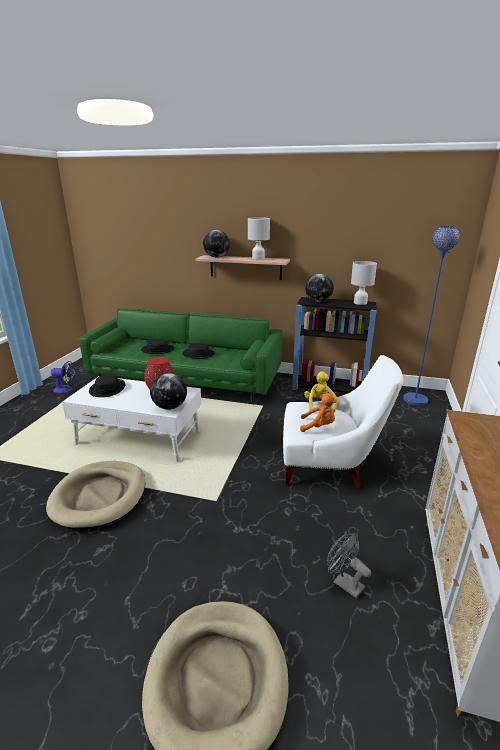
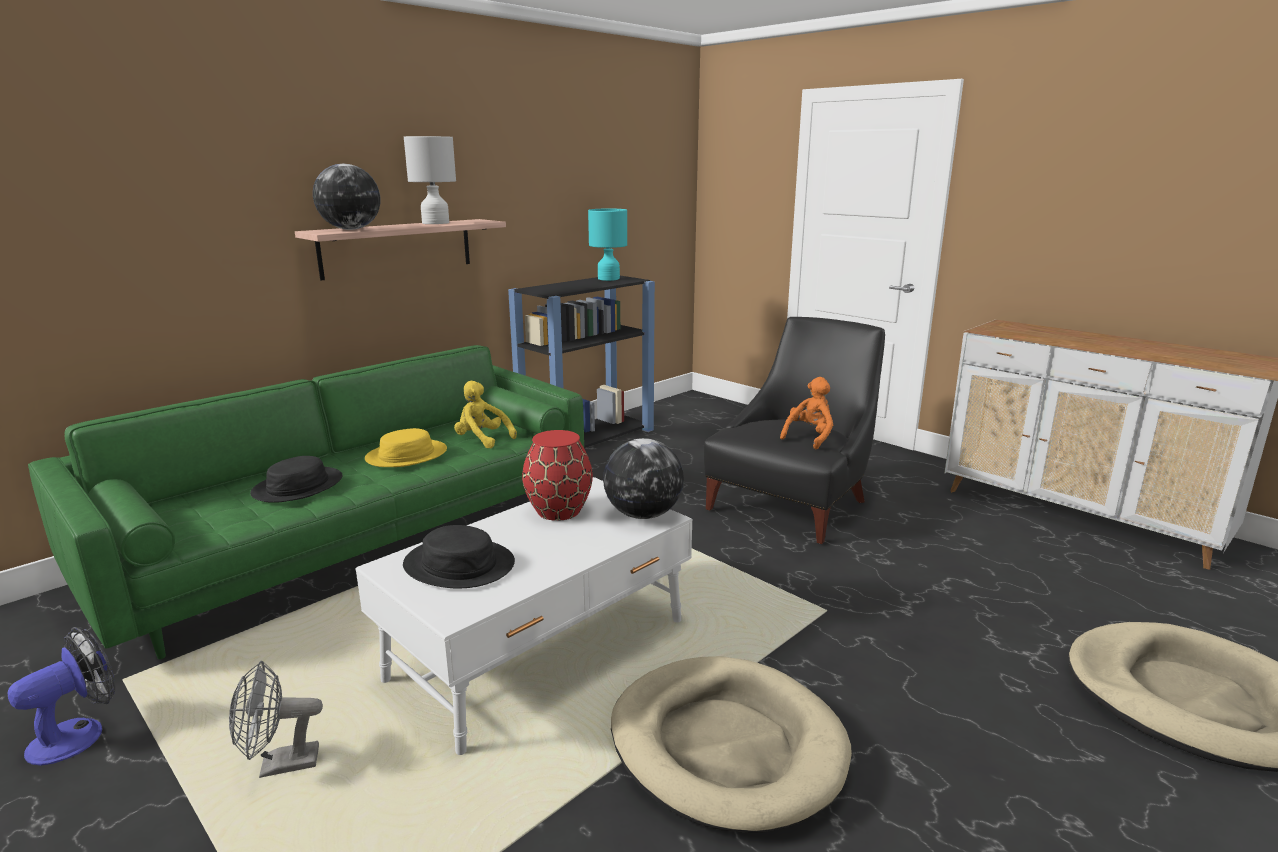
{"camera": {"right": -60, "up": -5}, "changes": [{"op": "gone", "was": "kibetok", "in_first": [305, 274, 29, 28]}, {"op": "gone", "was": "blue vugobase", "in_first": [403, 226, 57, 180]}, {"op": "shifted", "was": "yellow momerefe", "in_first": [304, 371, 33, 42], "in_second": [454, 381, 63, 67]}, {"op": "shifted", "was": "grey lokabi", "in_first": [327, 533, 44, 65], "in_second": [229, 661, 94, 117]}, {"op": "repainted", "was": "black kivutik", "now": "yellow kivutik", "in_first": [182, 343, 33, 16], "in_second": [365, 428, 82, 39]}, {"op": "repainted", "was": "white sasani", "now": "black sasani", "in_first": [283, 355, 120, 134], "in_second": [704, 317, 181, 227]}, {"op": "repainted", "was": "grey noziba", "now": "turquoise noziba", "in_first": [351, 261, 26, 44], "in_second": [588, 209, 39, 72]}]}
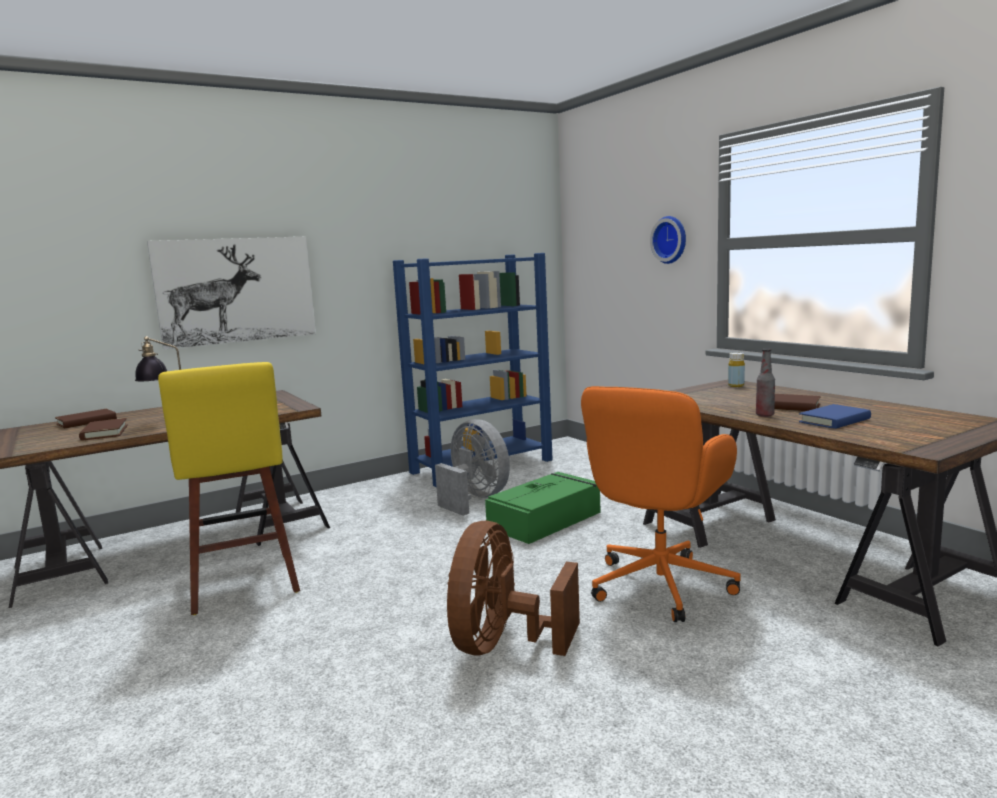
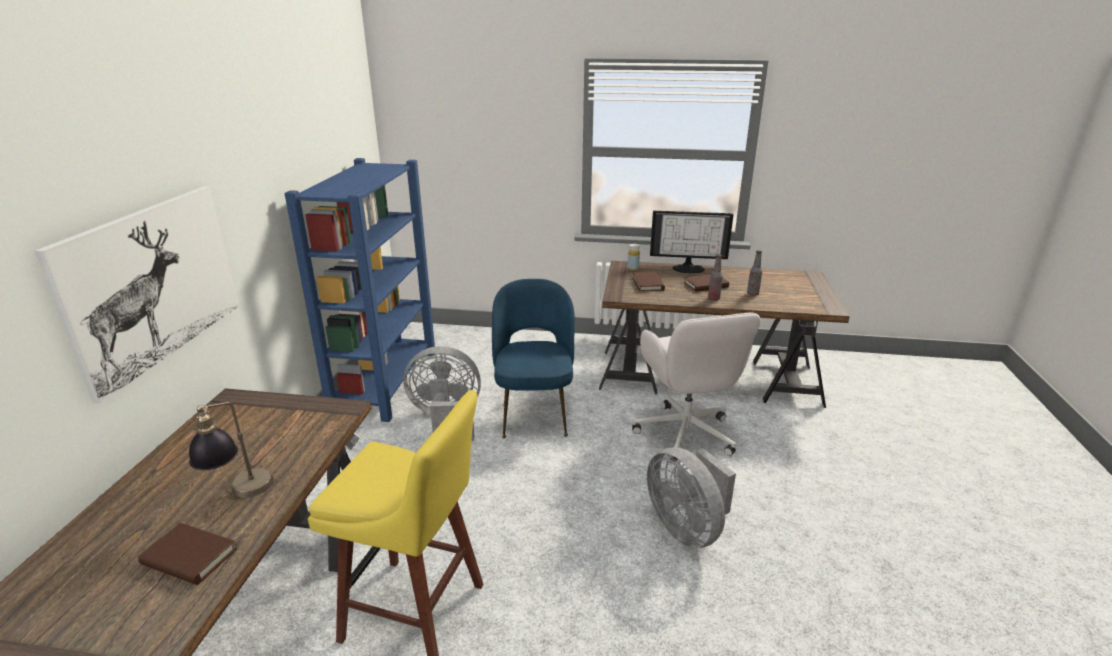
{"camera": {"right": -50, "up": 15}, "changes": [{"op": "gone", "was": "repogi", "in_first": [650, 216, 36, 48]}, {"op": "new", "now": "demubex", "in_second": [650, 211, 83, 63]}, {"op": "shifted", "was": "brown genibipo", "in_first": [55, 409, 62, 19], "in_second": [632, 272, 33, 20]}, {"op": "swapped", "was": "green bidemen", "now": "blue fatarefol", "in_first": [485, 472, 116, 72], "in_second": [492, 279, 83, 159]}, {"op": "swapped", "was": "blue genibipo", "now": "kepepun", "in_first": [799, 404, 72, 25], "in_second": [747, 250, 15, 46]}, {"op": "repainted", "was": "brown lokabi", "now": "grey lokabi", "in_first": [447, 521, 133, 135], "in_second": [647, 447, 89, 101]}, {"op": "repainted", "was": "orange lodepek", "now": "white lodepek", "in_first": [581, 386, 160, 236], "in_second": [632, 312, 129, 151]}]}
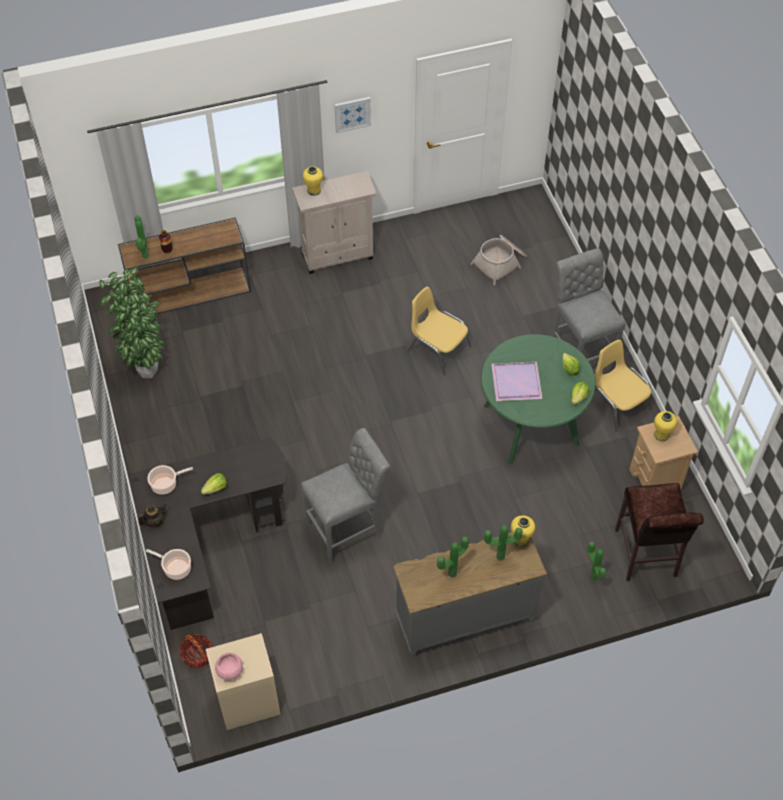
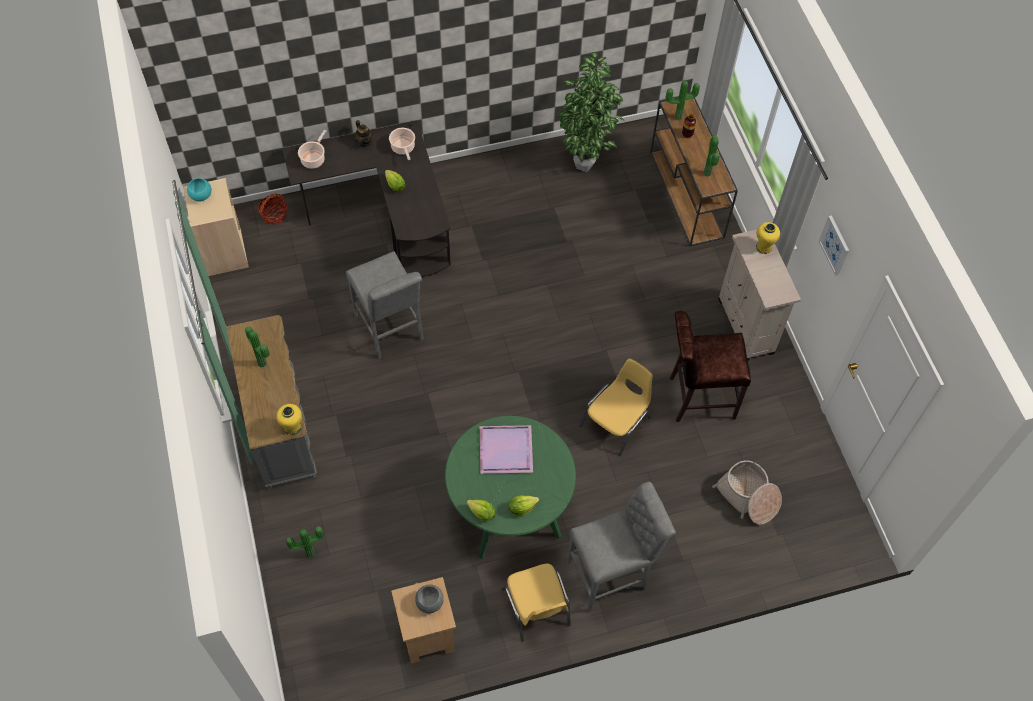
{"camera": {"right": 90, "up": 5}, "changes": [{"op": "shifted", "was": "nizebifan", "in_first": [484, 525, 39, 36], "in_second": [704, 135, 15, 42]}, {"op": "shifted", "was": "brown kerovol", "in_first": [615, 483, 89, 98], "in_second": [670, 311, 81, 111]}, {"op": "swapped", "was": "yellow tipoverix", "now": "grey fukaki", "in_first": [654, 411, 23, 30], "in_second": [415, 585, 29, 29]}, {"op": "repainted", "was": "pink fukaki", "now": "turquoise fukaki", "in_first": [215, 653, 28, 27], "in_second": [187, 178, 25, 24]}, {"op": "rotated", "was": "yellow fatarefol", "in_first": [595, 339, 57, 93], "in_second": [501, 564, 70, 78], "clockwise": 105}]}
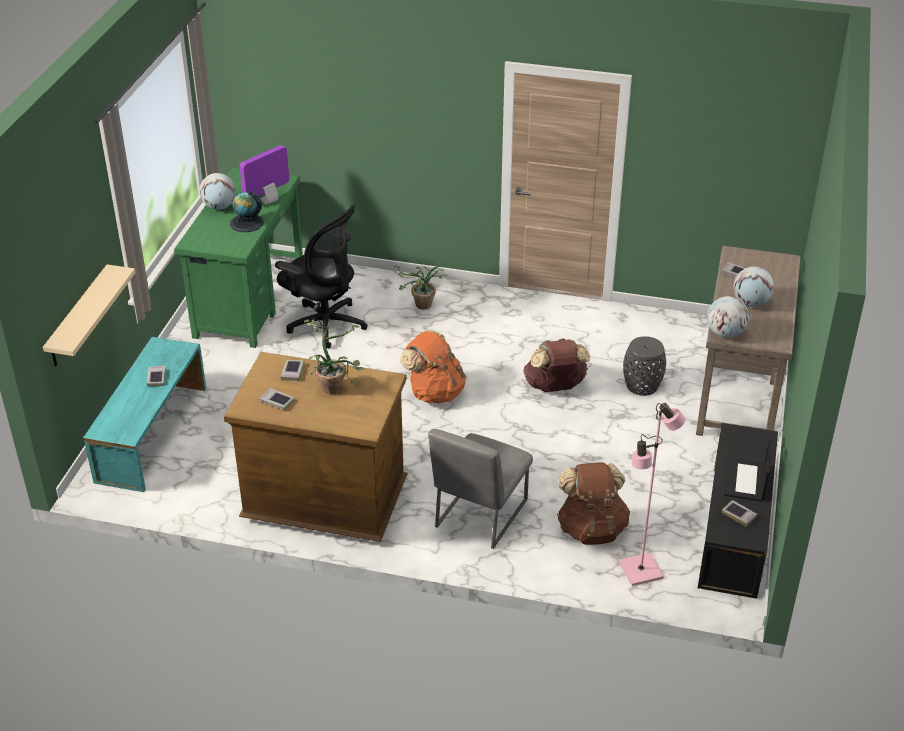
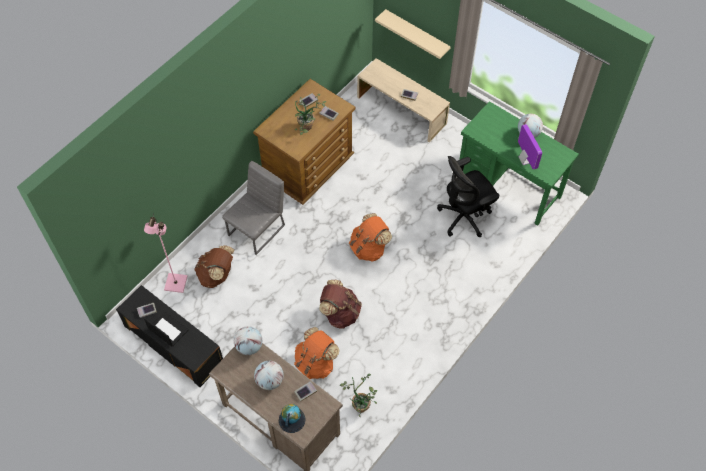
{"camera": {"right": 115, "up": 20}, "changes": [{"op": "shifted", "was": "kibetok", "in_first": [230, 191, 34, 41], "in_second": [279, 404, 27, 29]}, {"op": "shifted", "was": "nizebifan", "in_first": [394, 265, 53, 45], "in_second": [340, 374, 37, 43]}, {"op": "swapped", "was": "grey kerovol", "now": "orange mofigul", "in_first": [623, 336, 43, 60], "in_second": [294, 327, 46, 52]}, {"op": "repainted", "was": "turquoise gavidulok", "now": "beige gavidulok", "in_first": [83, 337, 123, 155], "in_second": [357, 58, 93, 84]}, {"op": "rotated", "was": "grey fatarefol", "in_first": [428, 429, 105, 120], "in_second": [222, 161, 63, 94], "clockwise": 75}]}
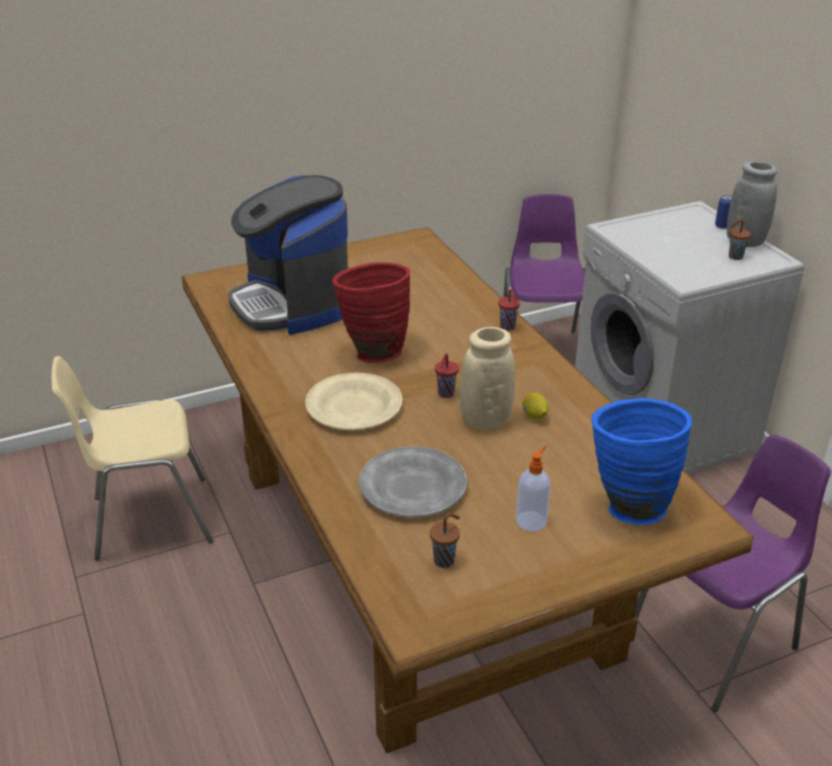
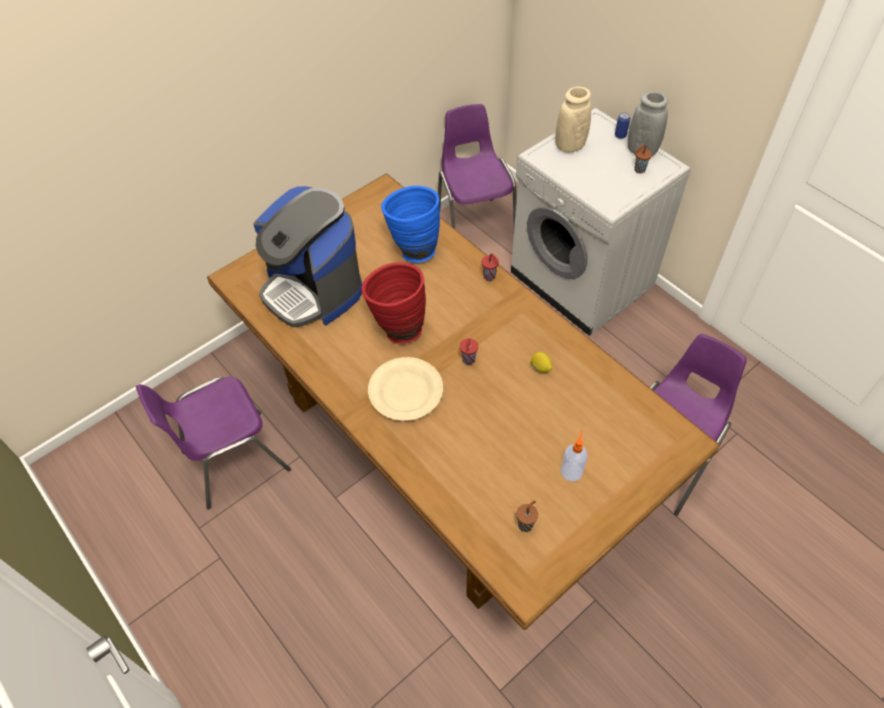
{"camera": {"right": -15, "up": 20}, "changes": [{"op": "gone", "was": "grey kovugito", "in_first": [359, 446, 108, 71]}, {"op": "shifted", "was": "beige tipoverix", "in_first": [459, 327, 56, 102], "in_second": [555, 87, 36, 65]}, {"op": "shifted", "was": "blue tipoverix", "in_first": [592, 398, 100, 127], "in_second": [381, 186, 59, 77]}, {"op": "repainted", "was": "beige fatarefol", "now": "purple fatarefol", "in_first": [52, 356, 161, 205], "in_second": [136, 377, 155, 132]}]}
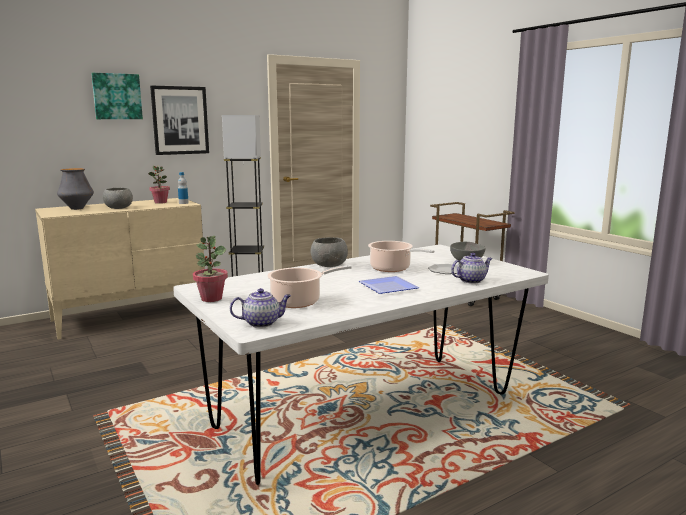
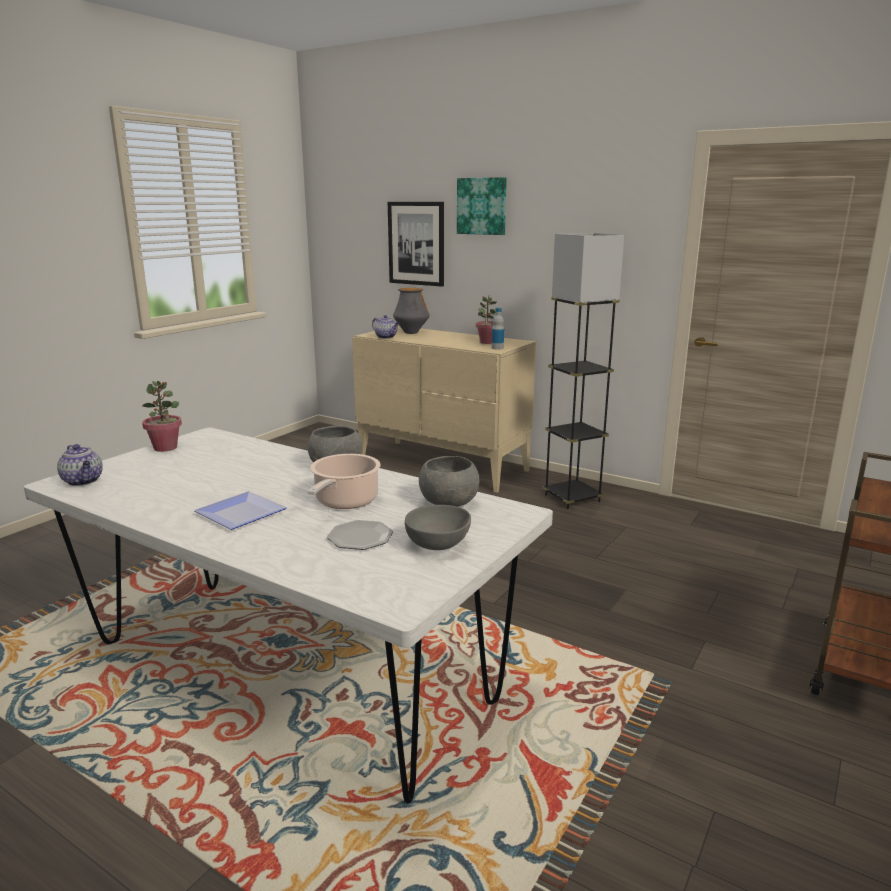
{"camera": {"right": 65, "up": 5}, "changes": [{"op": "gone", "was": "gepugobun", "in_first": [267, 265, 85, 43]}, {"op": "shifted", "was": "grey fukaki", "in_first": [103, 187, 30, 22], "in_second": [419, 456, 60, 51]}, {"op": "shifted", "was": "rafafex", "in_first": [150, 86, 59, 69], "in_second": [388, 202, 56, 85]}, {"op": "shifted", "was": "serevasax", "in_first": [451, 253, 41, 31], "in_second": [372, 315, 27, 24]}]}
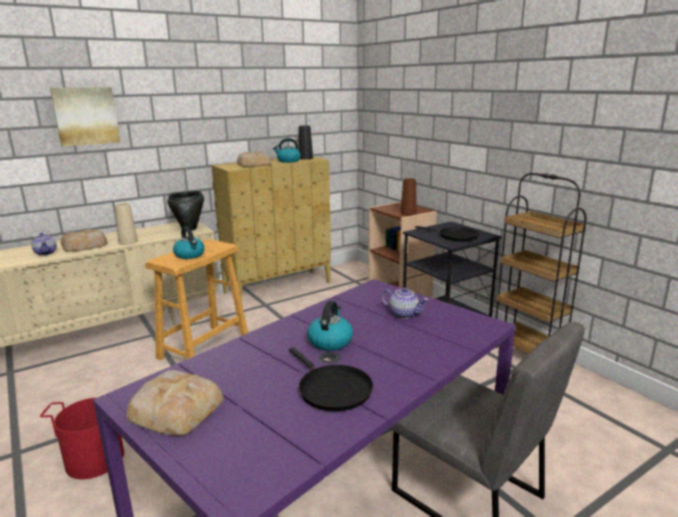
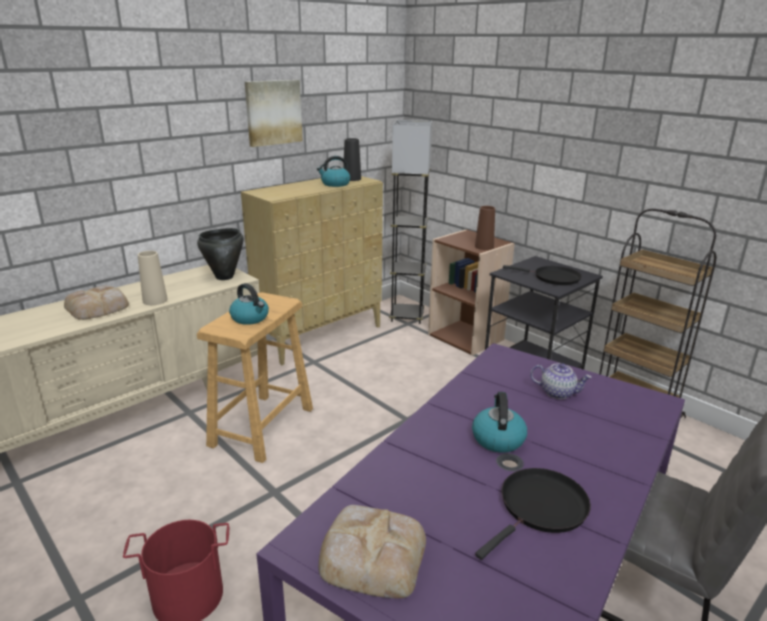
{"camera": {"right": -10, "up": 5}, "changes": [{"op": "gone", "was": "serevasax", "in_first": [31, 233, 26, 22]}, {"op": "gone", "was": "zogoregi", "in_first": [237, 151, 35, 16]}, {"op": "new", "now": "grey vugobase", "in_second": [389, 120, 43, 204]}, {"op": "shifted", "was": "rafafex", "in_first": [50, 87, 70, 59], "in_second": [245, 80, 57, 67]}, {"op": "rotated", "was": "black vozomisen", "in_first": [289, 347, 84, 64], "in_second": [475, 468, 116, 92], "clockwise": -90}]}
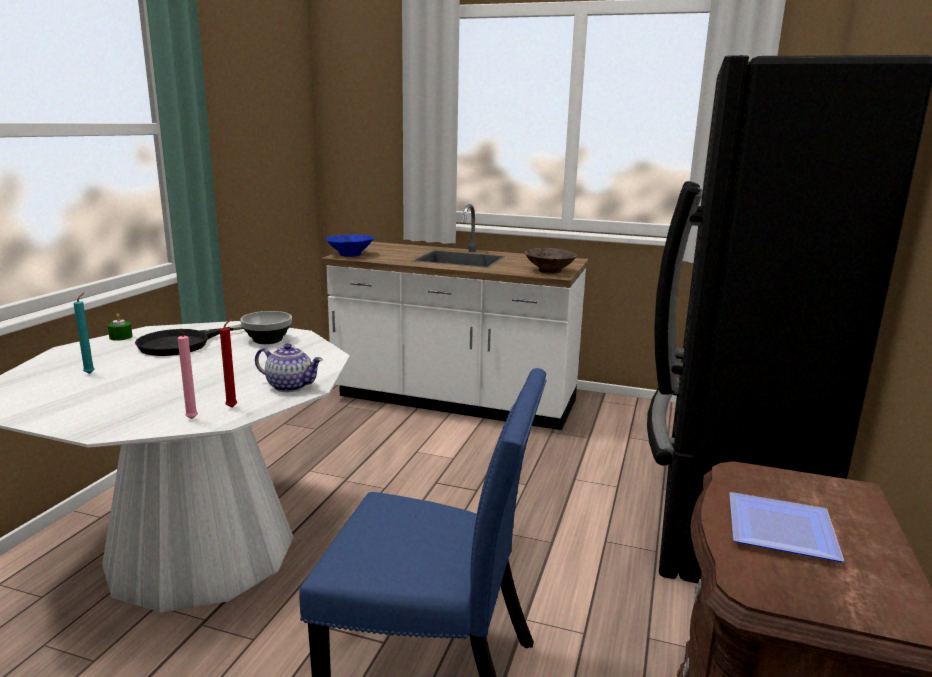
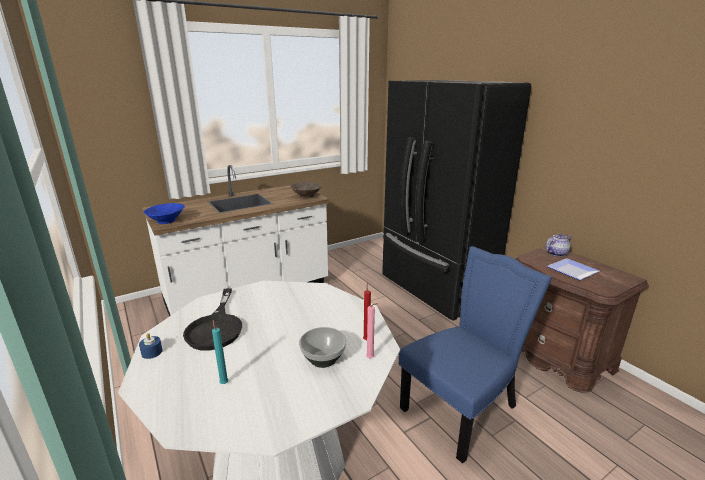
{"camera": {"right": -50, "up": 5}, "changes": [{"op": "shifted", "was": "fukaki", "in_first": [240, 311, 52, 33], "in_second": [299, 327, 47, 41]}, {"op": "shifted", "was": "serevasax", "in_first": [255, 343, 68, 49], "in_second": [546, 233, 25, 24]}, {"op": "repainted", "was": "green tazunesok", "now": "blue tazunesok", "in_first": [107, 313, 26, 28], "in_second": [139, 333, 24, 26]}]}
